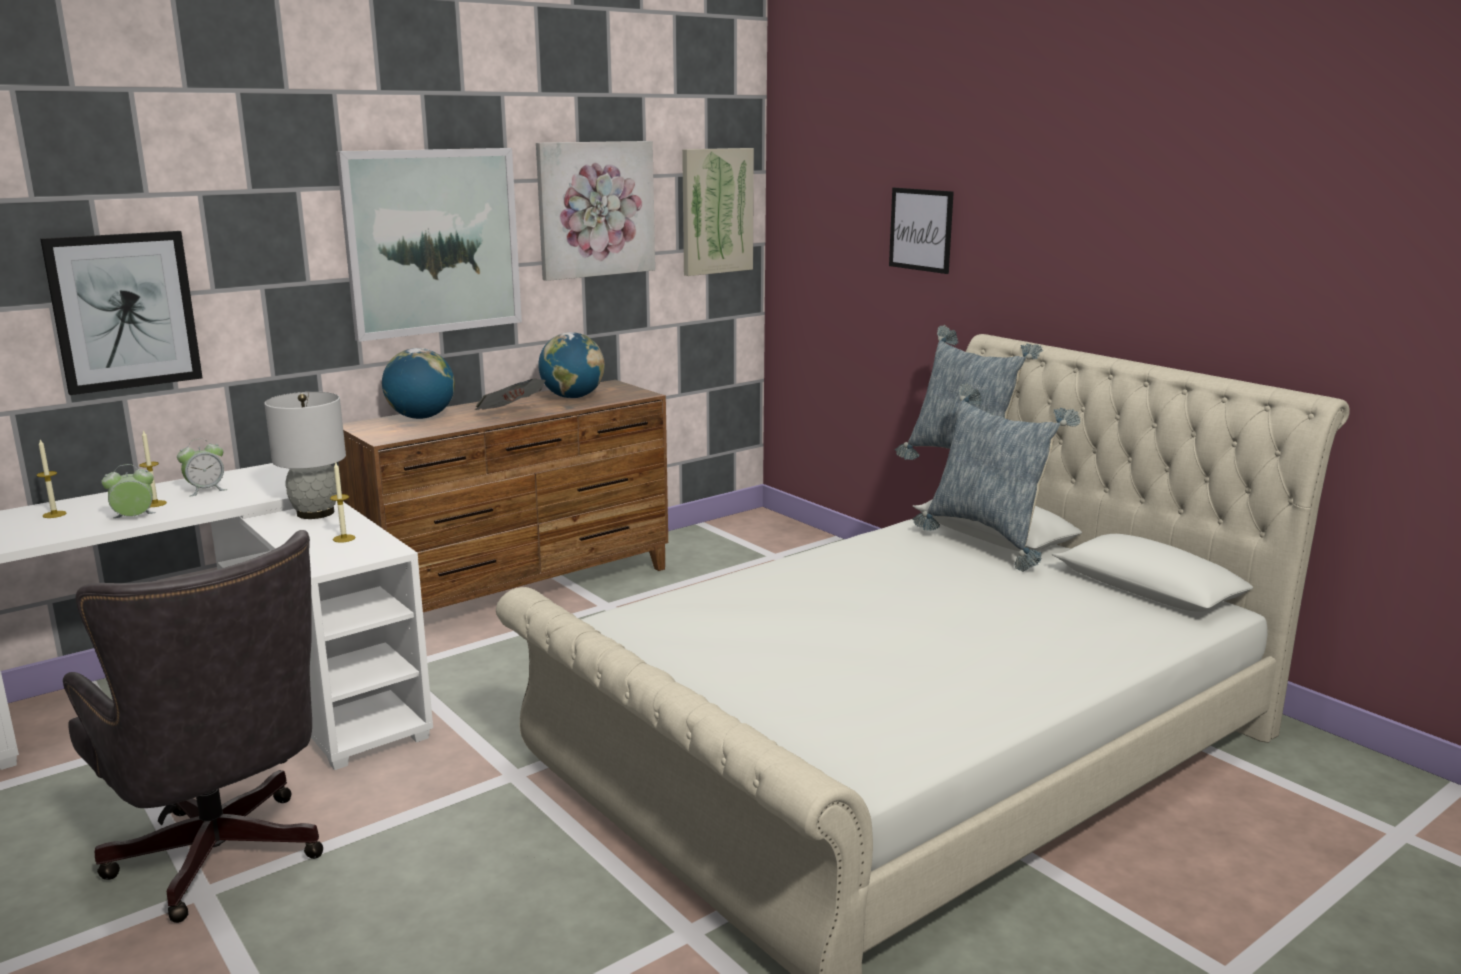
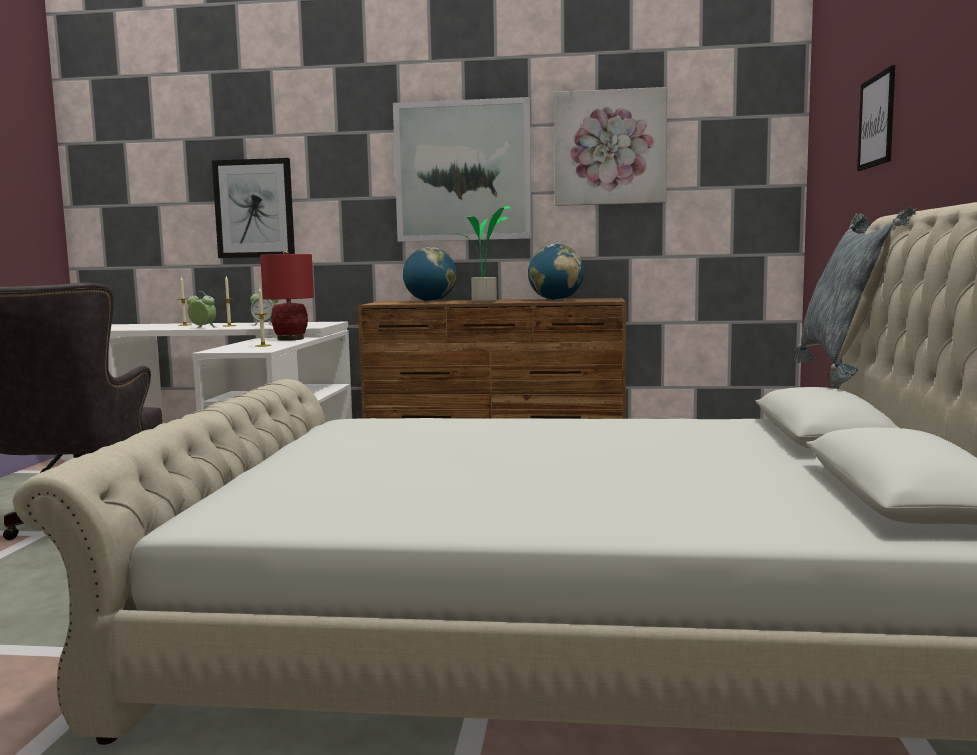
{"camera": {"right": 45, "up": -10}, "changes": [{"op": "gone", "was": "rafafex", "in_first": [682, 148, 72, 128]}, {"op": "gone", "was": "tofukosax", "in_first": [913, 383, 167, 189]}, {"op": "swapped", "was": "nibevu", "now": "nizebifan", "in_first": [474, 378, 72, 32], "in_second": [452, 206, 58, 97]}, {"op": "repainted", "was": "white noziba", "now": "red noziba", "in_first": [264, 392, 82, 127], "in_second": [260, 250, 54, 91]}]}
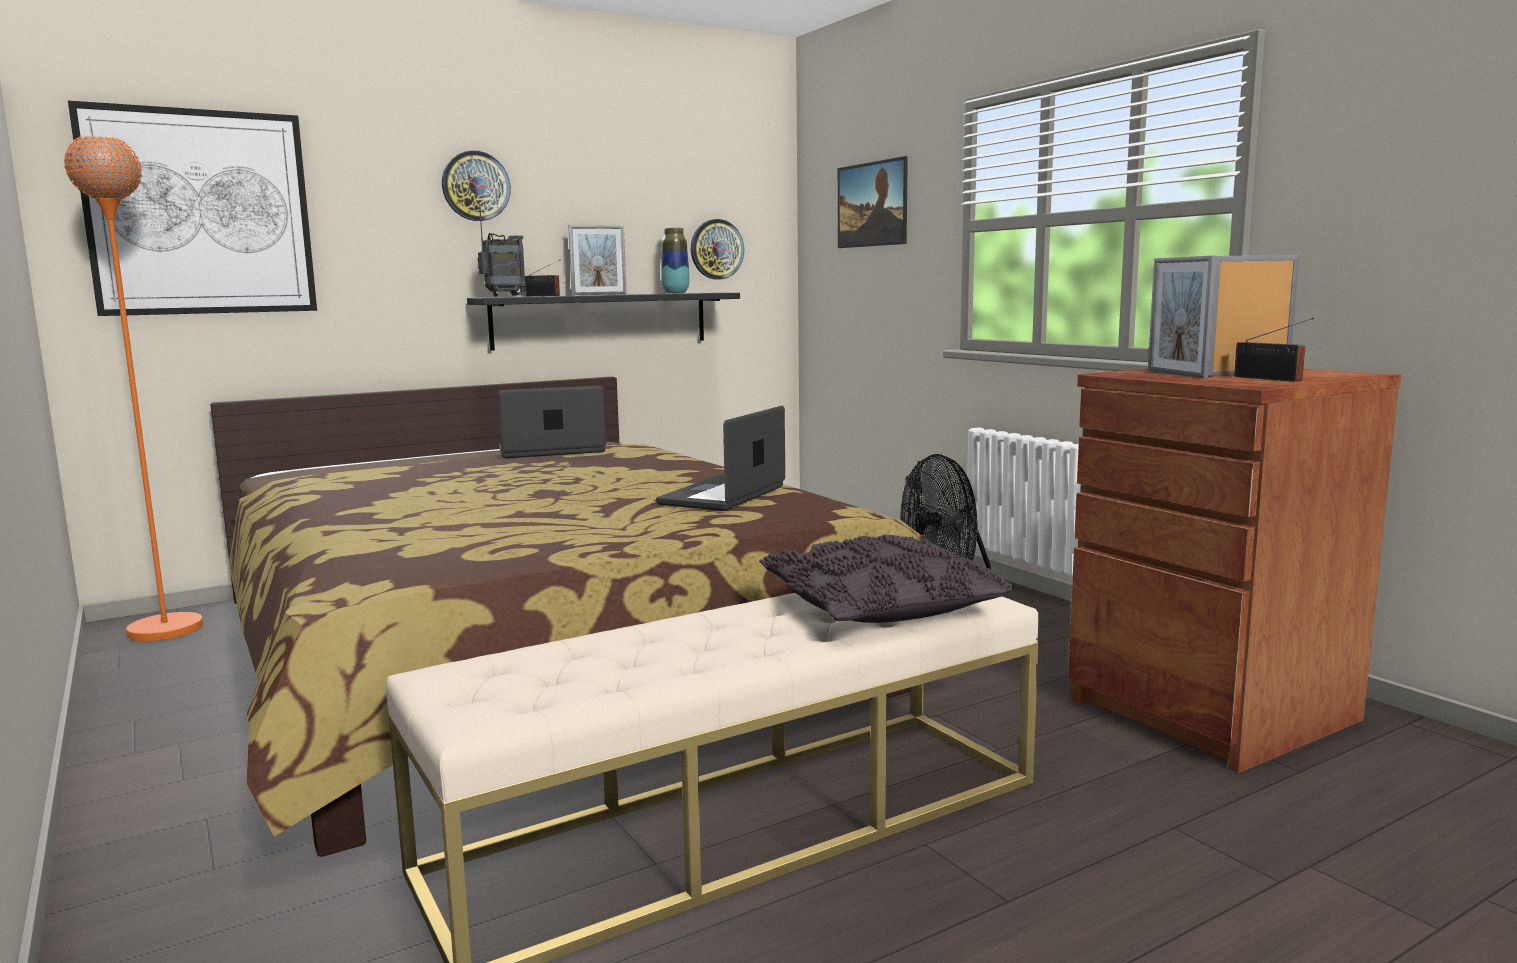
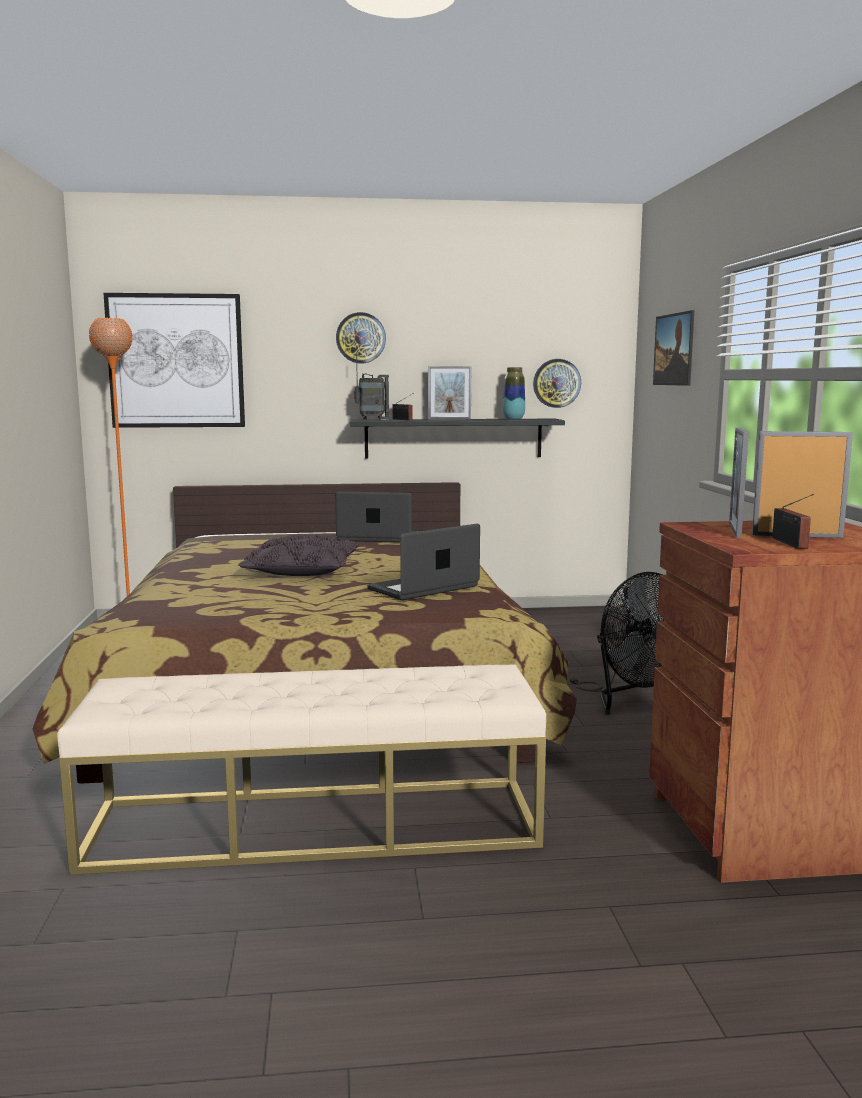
{"camera": {"right": 25, "up": 0}, "changes": [{"op": "shifted", "was": "black tofukosax", "in_first": [759, 534, 254, 89], "in_second": [238, 534, 121, 42]}]}
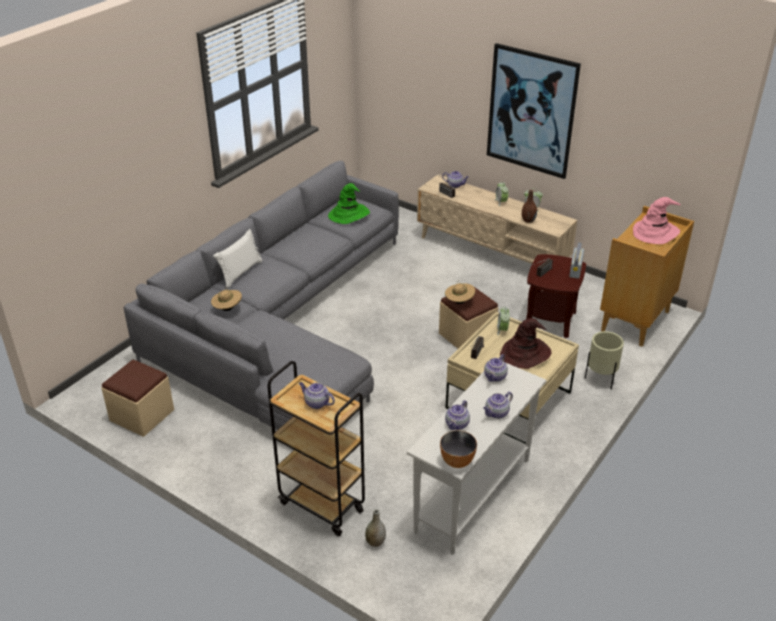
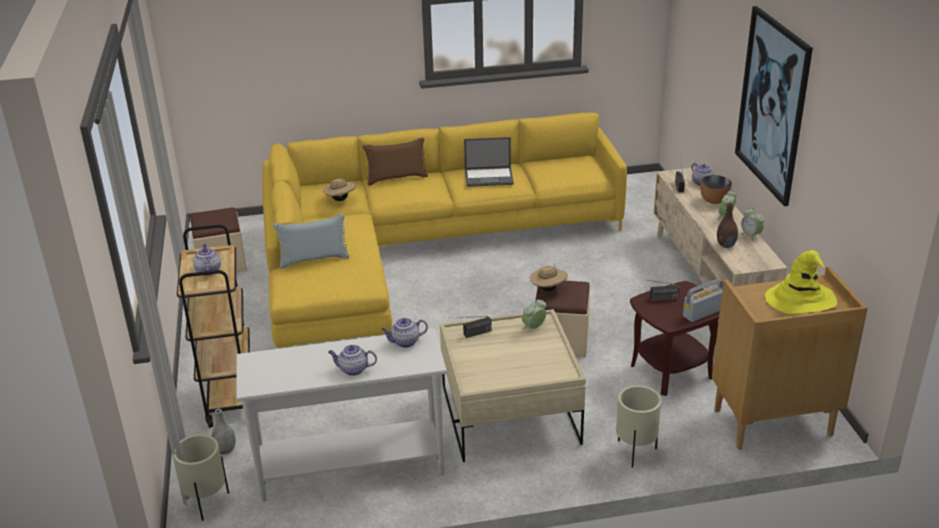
{"camera": {"right": 45, "up": -5}, "changes": [{"op": "gone", "was": "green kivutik", "in_first": [328, 183, 42, 41]}, {"op": "gone", "was": "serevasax", "in_first": [445, 400, 25, 30]}, {"op": "gone", "was": "brown kivutik", "in_first": [500, 318, 51, 51]}, {"op": "new", "now": "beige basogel", "in_second": [173, 434, 56, 87]}, {"op": "new", "now": "blue tofukosax", "in_second": [273, 214, 76, 55]}, {"op": "new", "now": "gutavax", "in_second": [464, 137, 50, 50]}, {"op": "shifted", "was": "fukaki", "in_first": [440, 430, 37, 38], "in_second": [700, 175, 32, 29]}, {"op": "repainted", "was": "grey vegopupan", "now": "yellow vegopupan", "in_first": [124, 161, 275, 269], "in_second": [262, 113, 365, 236]}, {"op": "repainted", "was": "white tofukosax", "now": "brown tofukosax", "in_first": [213, 229, 50, 59], "in_second": [362, 138, 66, 47]}, {"op": "repainted", "was": "pink kivutik", "now": "yellow kivutik", "in_first": [633, 197, 48, 47], "in_second": [765, 250, 72, 64]}]}
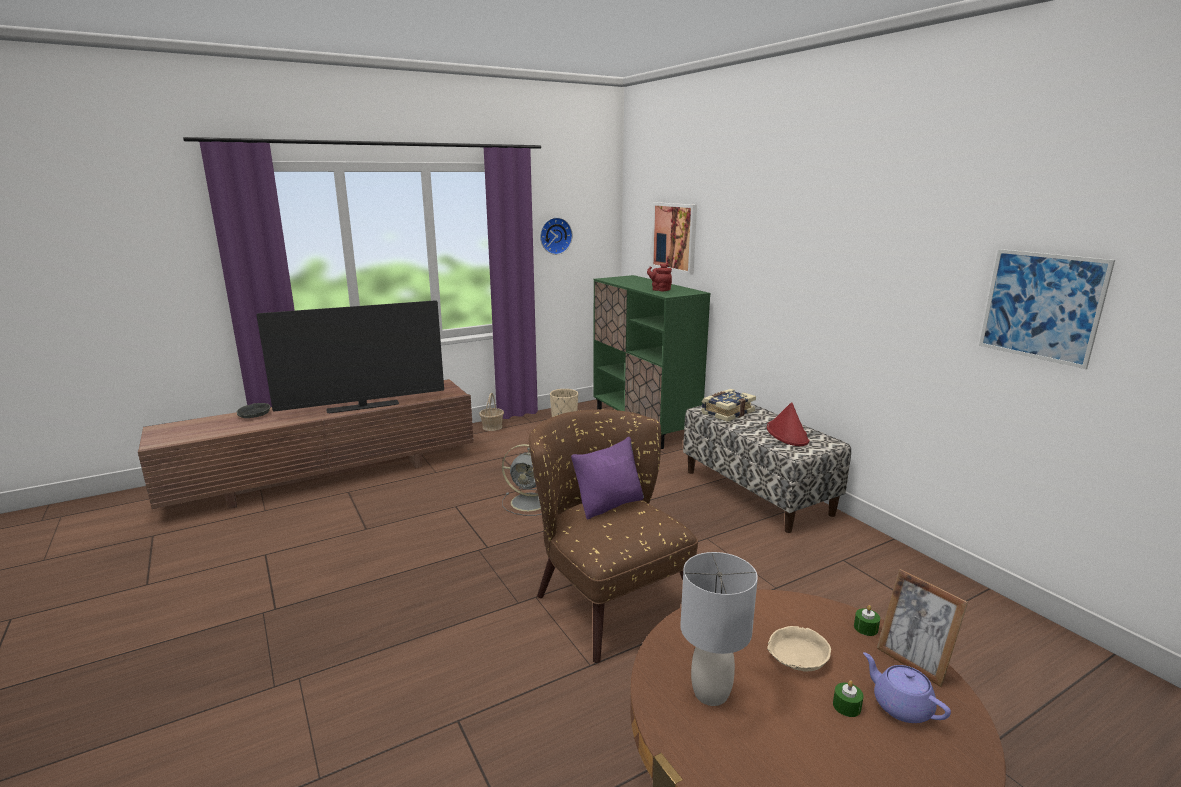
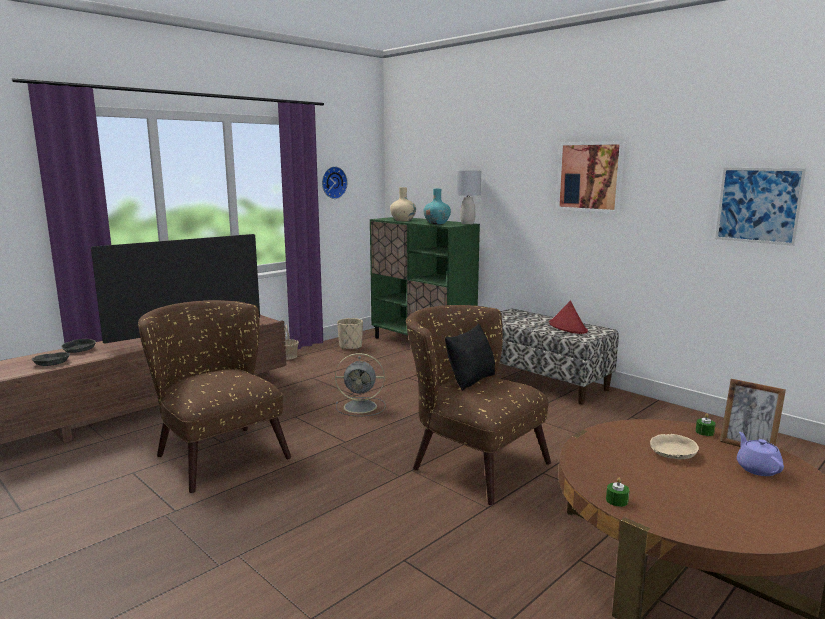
{"camera": {"right": -15, "up": -5}, "changes": [{"op": "gone", "was": "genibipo", "in_first": [701, 389, 55, 33]}, {"op": "new", "now": "grey fukaki", "in_second": [32, 352, 38, 14]}, {"op": "new", "now": "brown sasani", "in_second": [138, 300, 153, 193]}, {"op": "new", "now": "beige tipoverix", "in_second": [390, 187, 26, 34]}, {"op": "shifted", "was": "rafafex", "in_first": [651, 202, 46, 73], "in_second": [556, 141, 69, 72]}, {"op": "shifted", "was": "grey noziba", "in_first": [680, 552, 78, 154], "in_second": [456, 171, 25, 53]}, {"op": "shifted", "was": "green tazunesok", "in_first": [833, 680, 31, 37], "in_second": [606, 478, 23, 29]}, {"op": "swapped", "was": "red serevasax", "now": "turquoise tipoverix", "in_first": [647, 264, 25, 27], "in_second": [424, 189, 27, 35]}, {"op": "repainted", "was": "purple tofukosax", "now": "black tofukosax", "in_first": [571, 437, 73, 82], "in_second": [445, 323, 50, 67]}, {"op": "rotated", "was": "purple serevasax", "in_first": [863, 652, 88, 71], "in_second": [737, 432, 47, 44], "clockwise": 45}]}
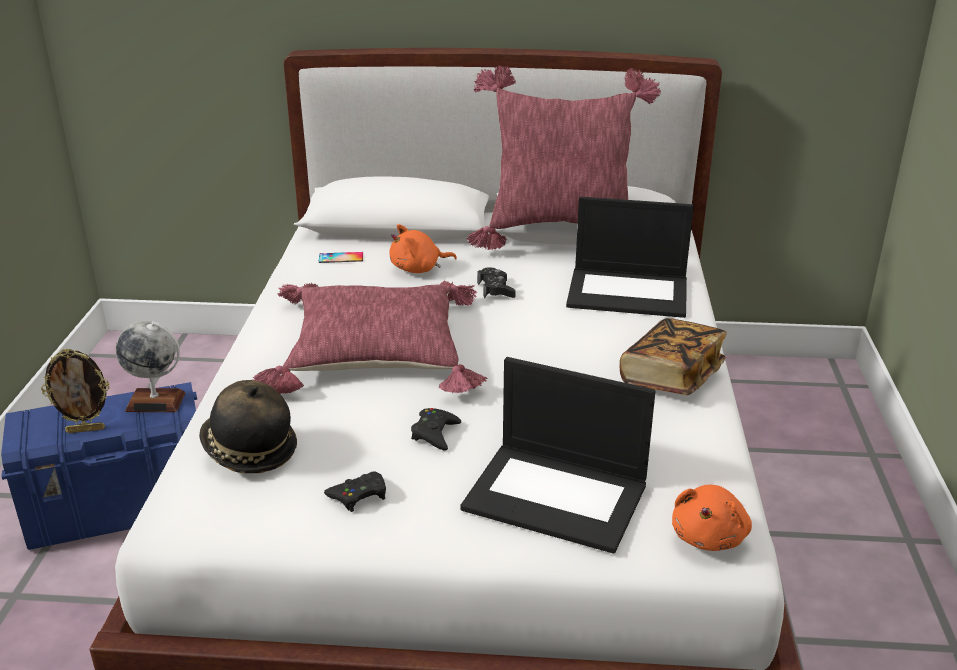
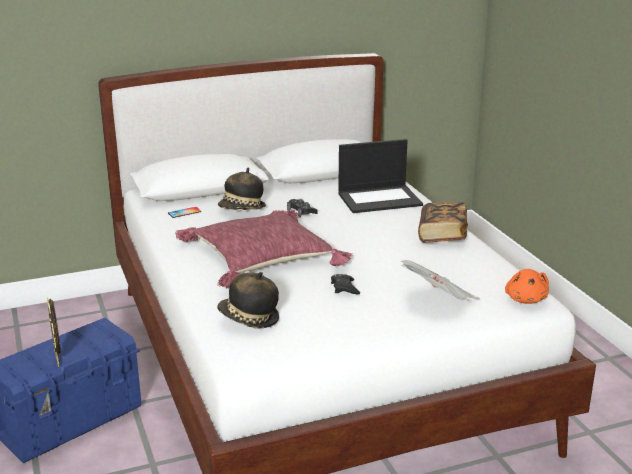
{"camera": {"right": -25, "up": -5}, "changes": [{"op": "gone", "was": "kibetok", "in_first": [115, 321, 70, 91]}, {"op": "gone", "was": "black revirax", "in_first": [324, 471, 62, 41]}, {"op": "gone", "was": "red tofukosax", "in_first": [466, 65, 195, 186]}, {"op": "swapped", "was": "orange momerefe", "now": "kivutik", "in_first": [390, 224, 67, 49], "in_second": [218, 167, 48, 43]}, {"op": "swapped", "was": "gutavax", "now": "nibevu", "in_first": [460, 357, 196, 197], "in_second": [400, 260, 79, 41]}, {"op": "rotated", "was": "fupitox", "in_first": [41, 348, 69, 85], "in_second": [47, 298, 14, 69], "clockwise": 105}]}
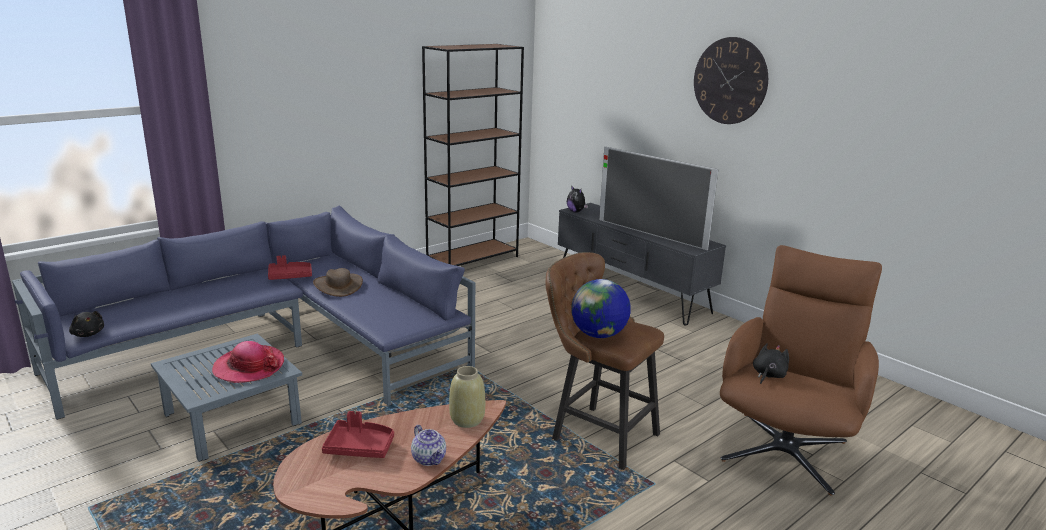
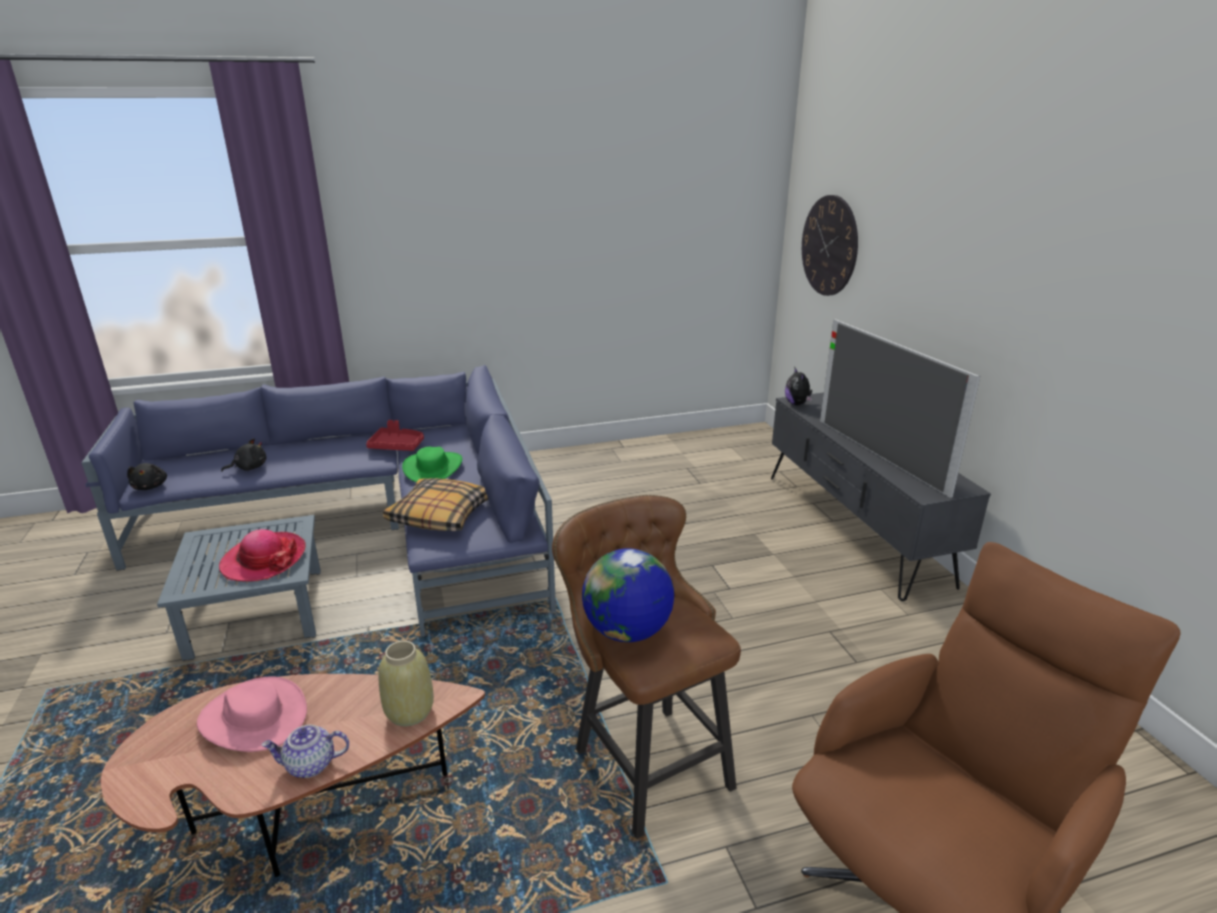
{"camera": {"right": 25, "up": 5}, "changes": [{"op": "gone", "was": "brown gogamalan", "in_first": [422, 44, 102, 222]}, {"op": "new", "now": "tofukosax", "in_second": [383, 478, 105, 53]}, {"op": "shifted", "was": "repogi", "in_first": [694, 37, 74, 87], "in_second": [802, 195, 56, 101]}, {"op": "shifted", "was": "black momerefe", "in_first": [753, 343, 36, 41], "in_second": [221, 438, 46, 34]}, {"op": "swapped", "was": "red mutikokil", "now": "pink kivutik", "in_first": [322, 411, 72, 47], "in_second": [197, 676, 110, 76]}, {"op": "repainted", "was": "brown kivutik", "now": "green kivutik", "in_first": [313, 268, 50, 29], "in_second": [402, 447, 60, 35]}, {"op": "rotated", "was": "serevasax", "in_first": [411, 425, 35, 41], "in_second": [262, 725, 87, 53], "clockwise": 90}]}
